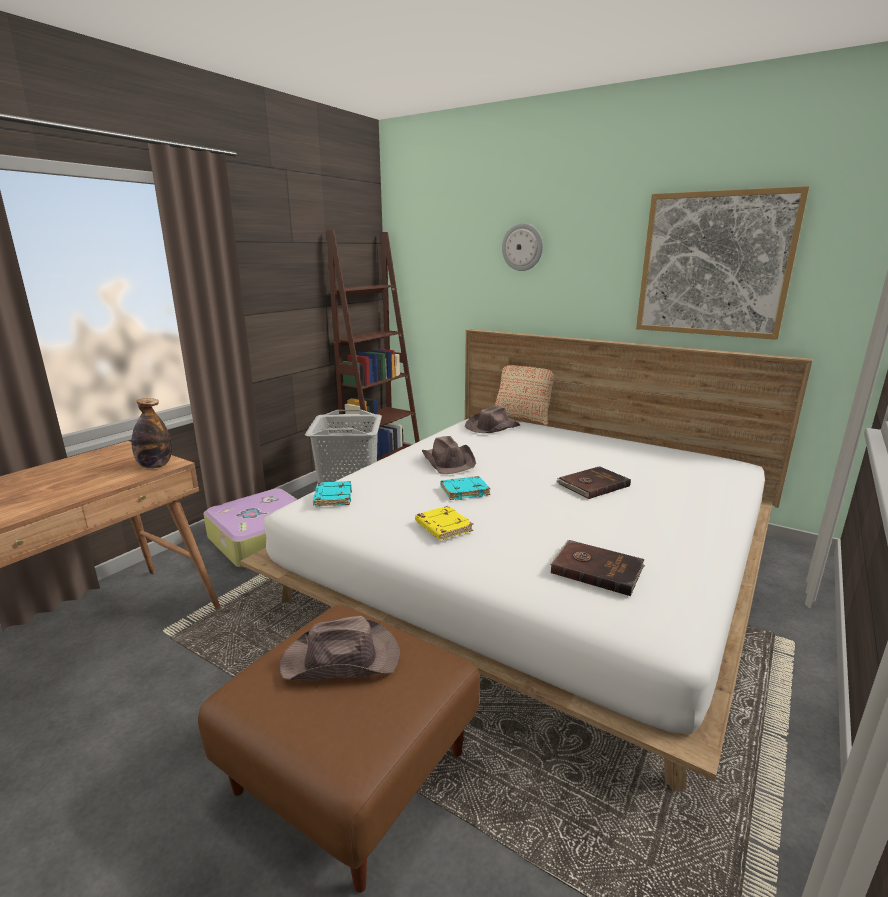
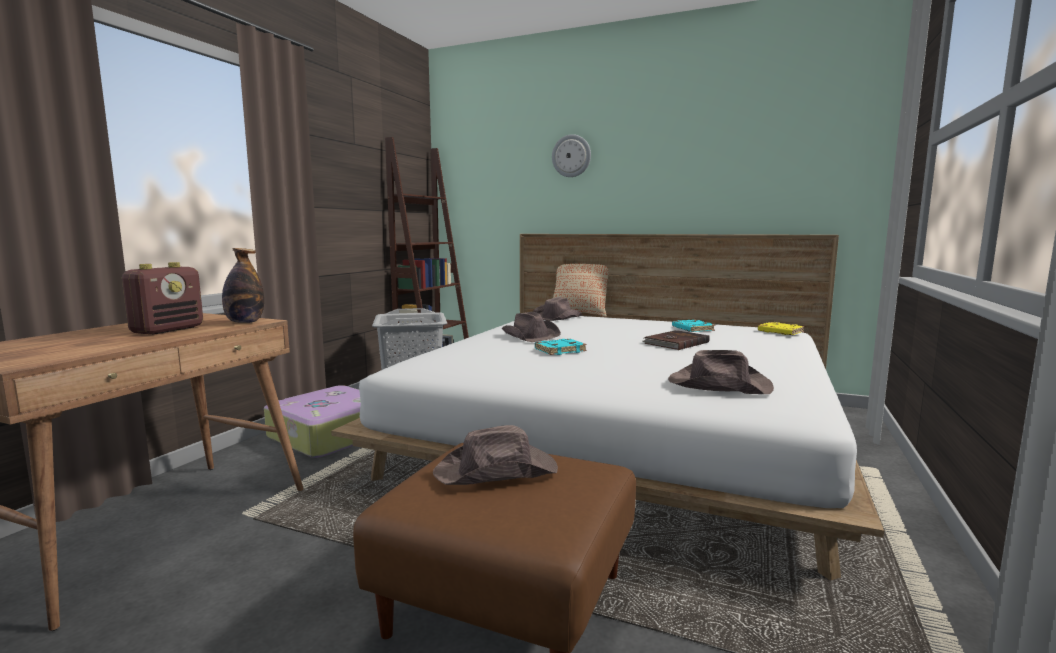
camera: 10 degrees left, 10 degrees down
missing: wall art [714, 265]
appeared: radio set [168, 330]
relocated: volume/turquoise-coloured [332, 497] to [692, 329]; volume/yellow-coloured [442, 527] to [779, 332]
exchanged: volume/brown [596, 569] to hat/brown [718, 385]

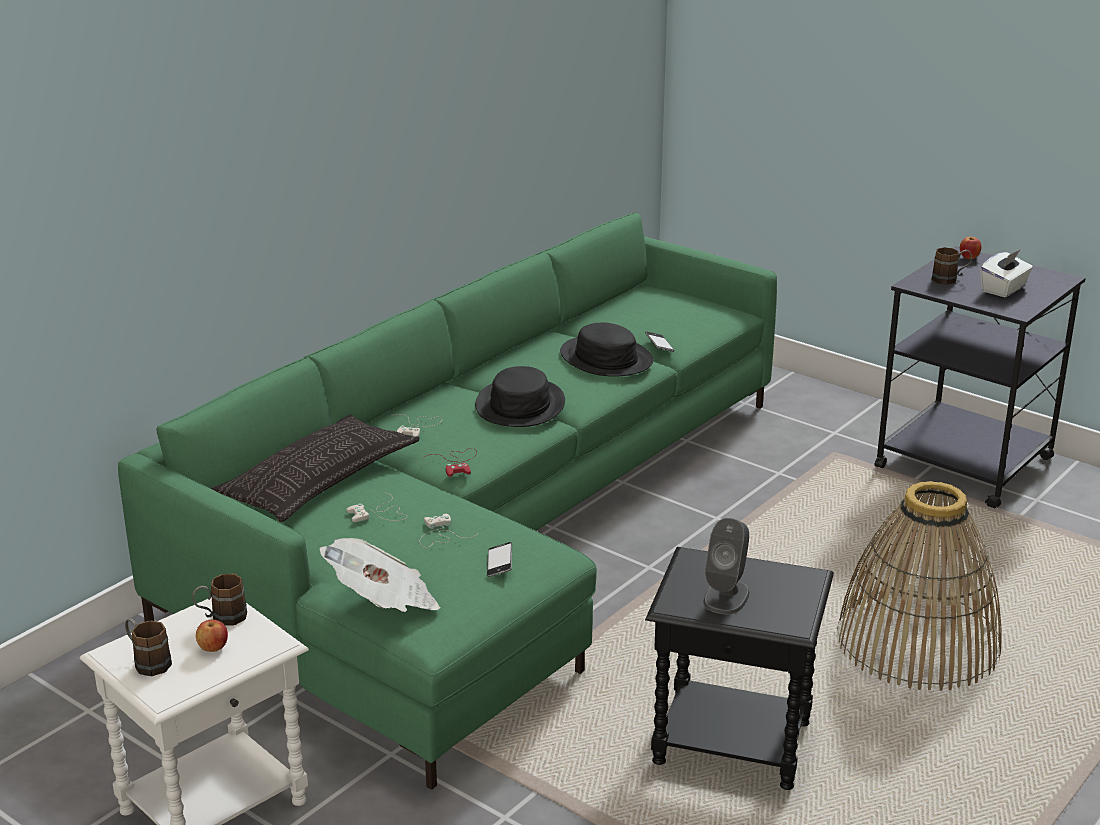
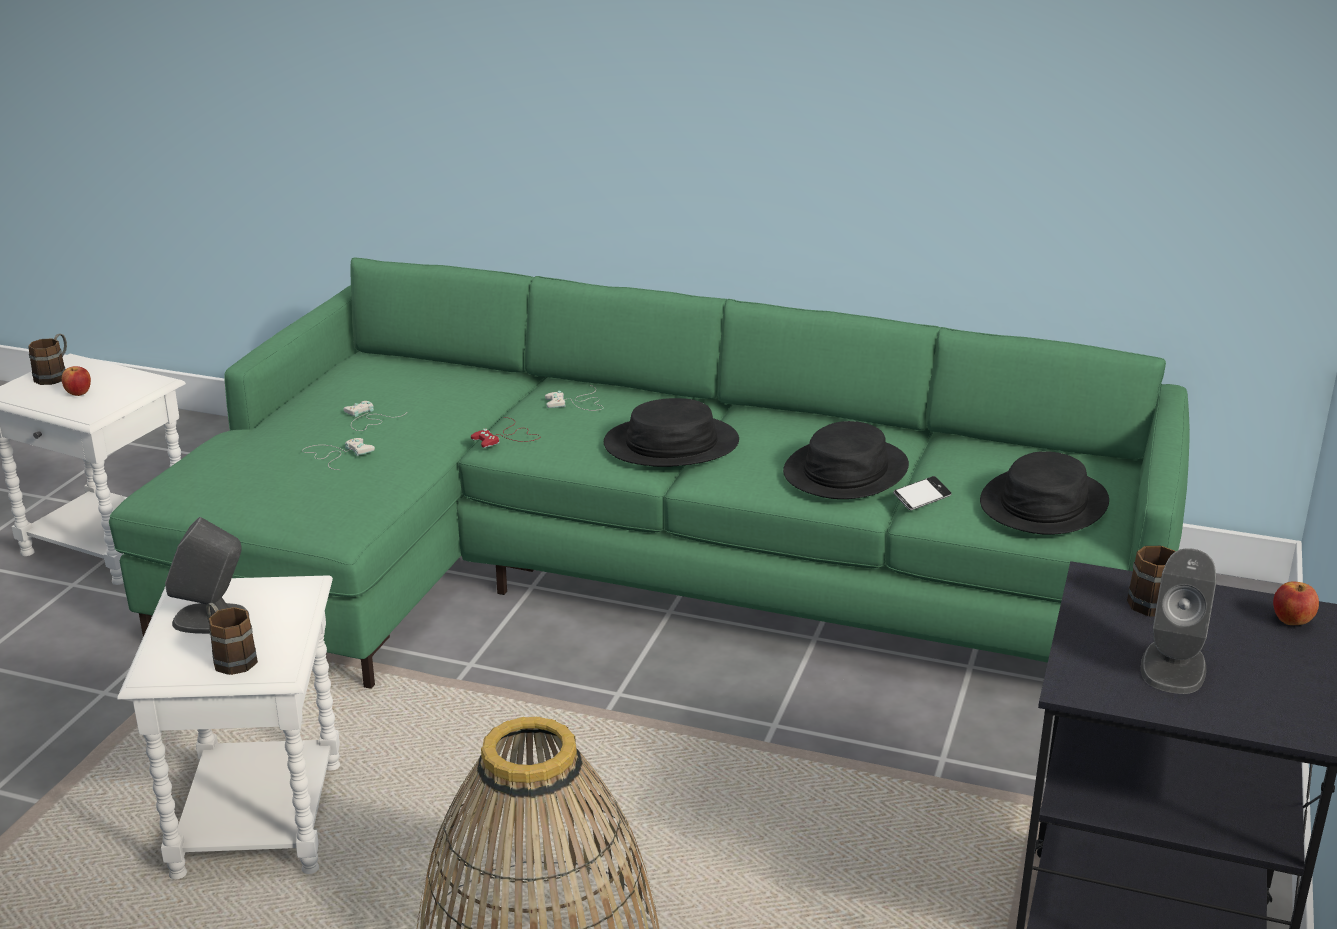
camera: 70 degrees right, 0 degrees up
missing: throw pillow [319, 480]; printed paper [383, 602]; phone [499, 563]
appeared: hat/black-coloured [1043, 503]
relocated: coffee mug/brown [221, 618] to [229, 658]
exchanged: tissue box/whitish [1004, 289] to audio speaker/greyish [1173, 667]
colour: accent table/black-coloured [732, 741] to accent table/whitish [262, 818]

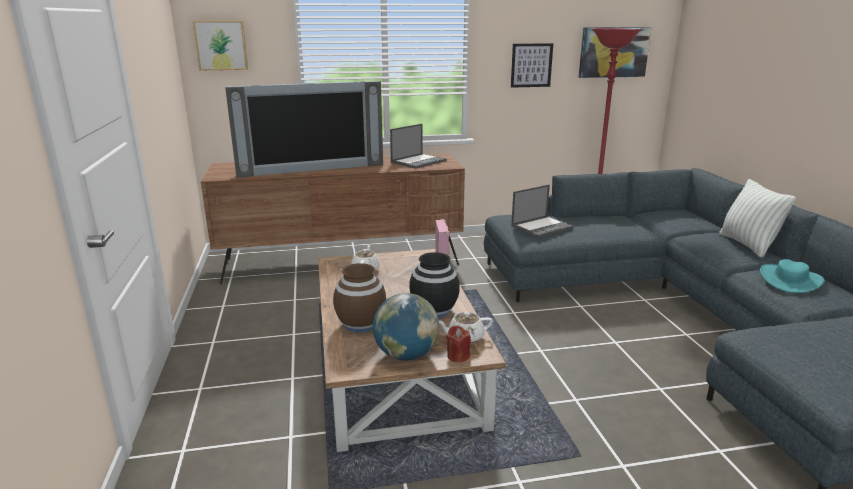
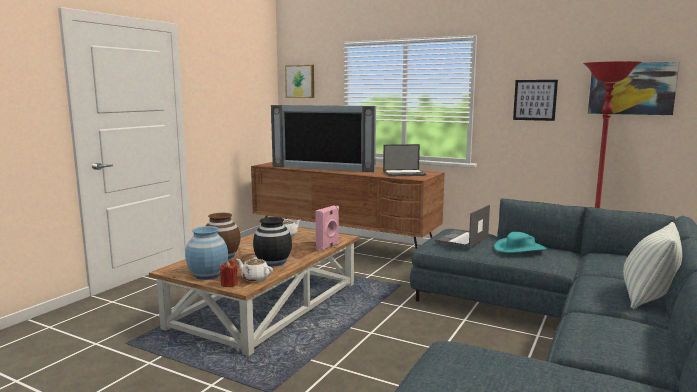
camera: 40 degrees right, 10 degrees down
relocated: hat/turquoise-coloured [790, 280] to [520, 249]
exchanged: world globe [406, 355] to flower vase/blue [207, 275]
spun: notebook computer [542, 227] = [462, 240] 120 degrees clockwise

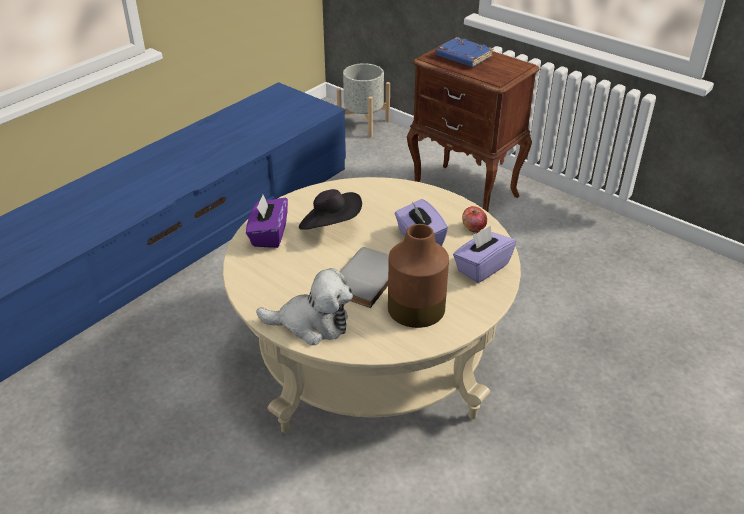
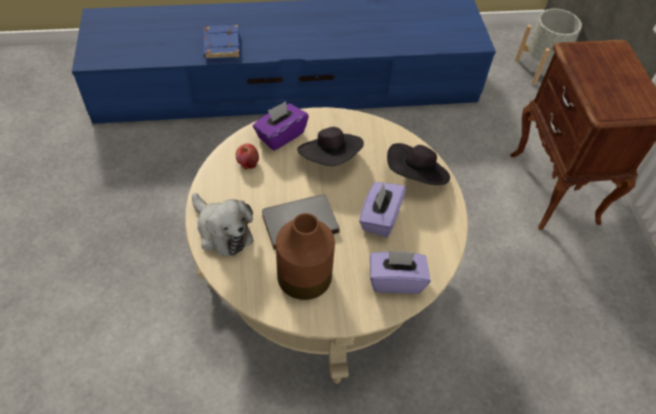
camera: 40 degrees right, 15 degrees up
appeared: hat/black-coloured [416, 176]
relocated: volume/blue [462, 57] to [221, 45]; apple fruit [473, 227] to [247, 163]

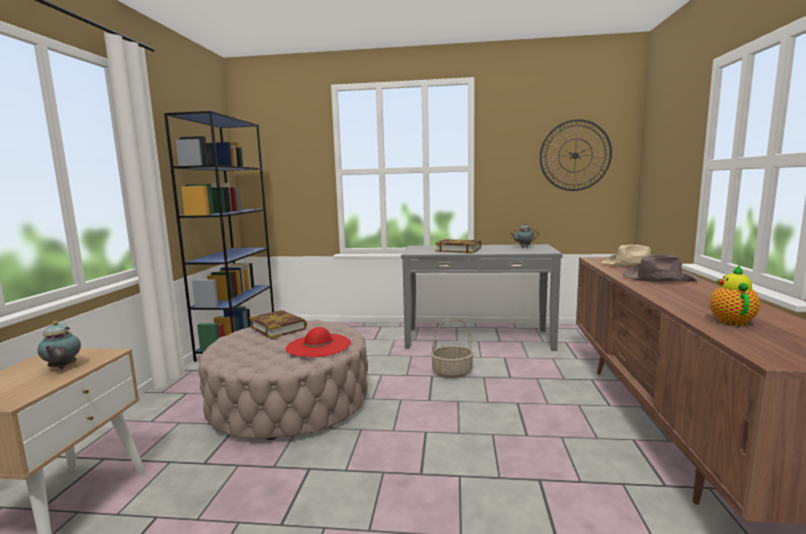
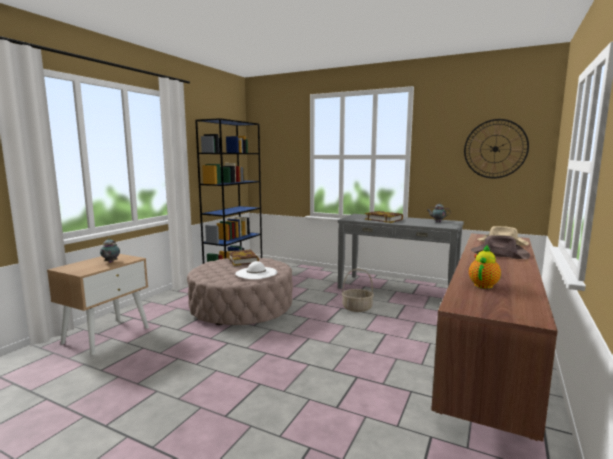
camera: 20 degrees right, 0 degrees up
colour: hat/red [318, 345] to hat/whitish [256, 273]

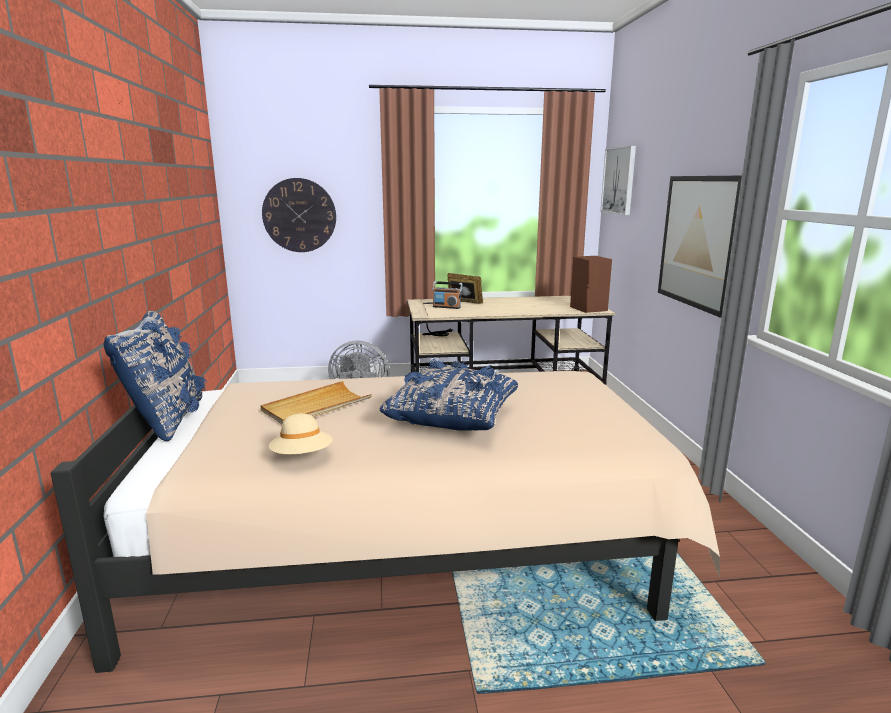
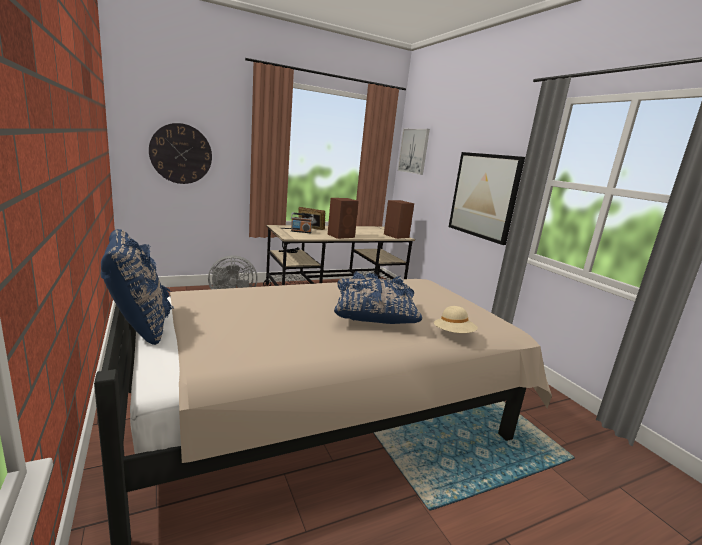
camera: 20 degrees left, 0 degrees up
missing: carrying tray/sand-coloured [316, 407]
appeared: audio speaker/brown [341, 236]
relocated: hat/sand-coloured [302, 456] to [453, 334]

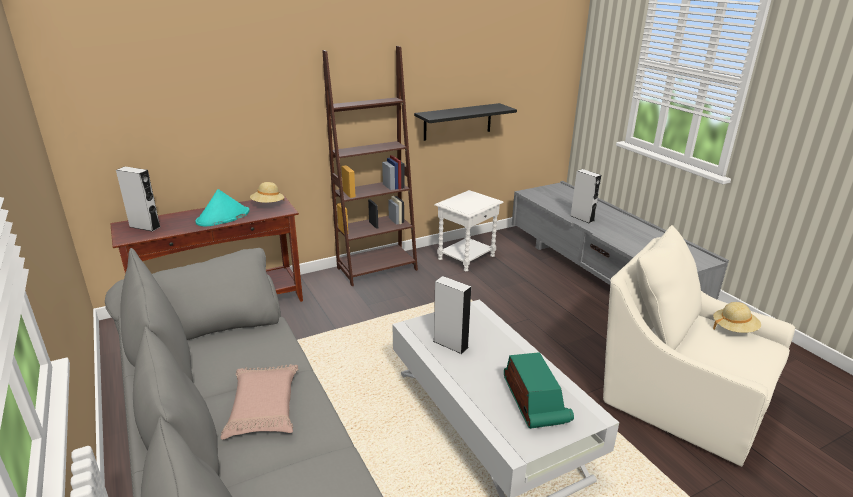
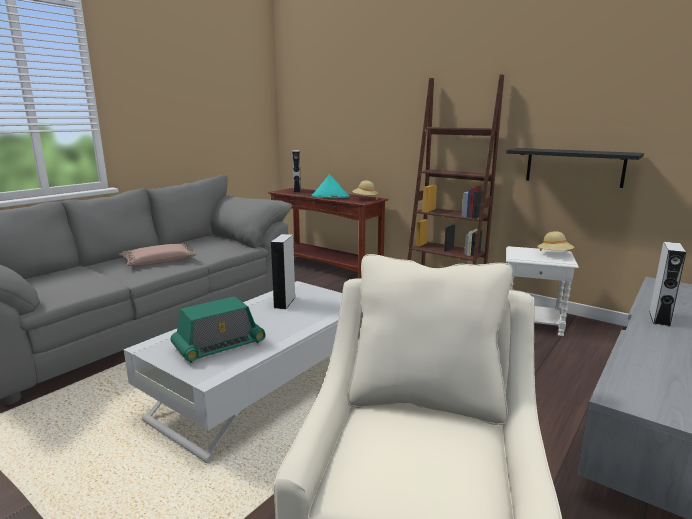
camera: 65 degrees right, 10 degrees down
relocated: hat/sand-coloured [734, 329] to [554, 255]

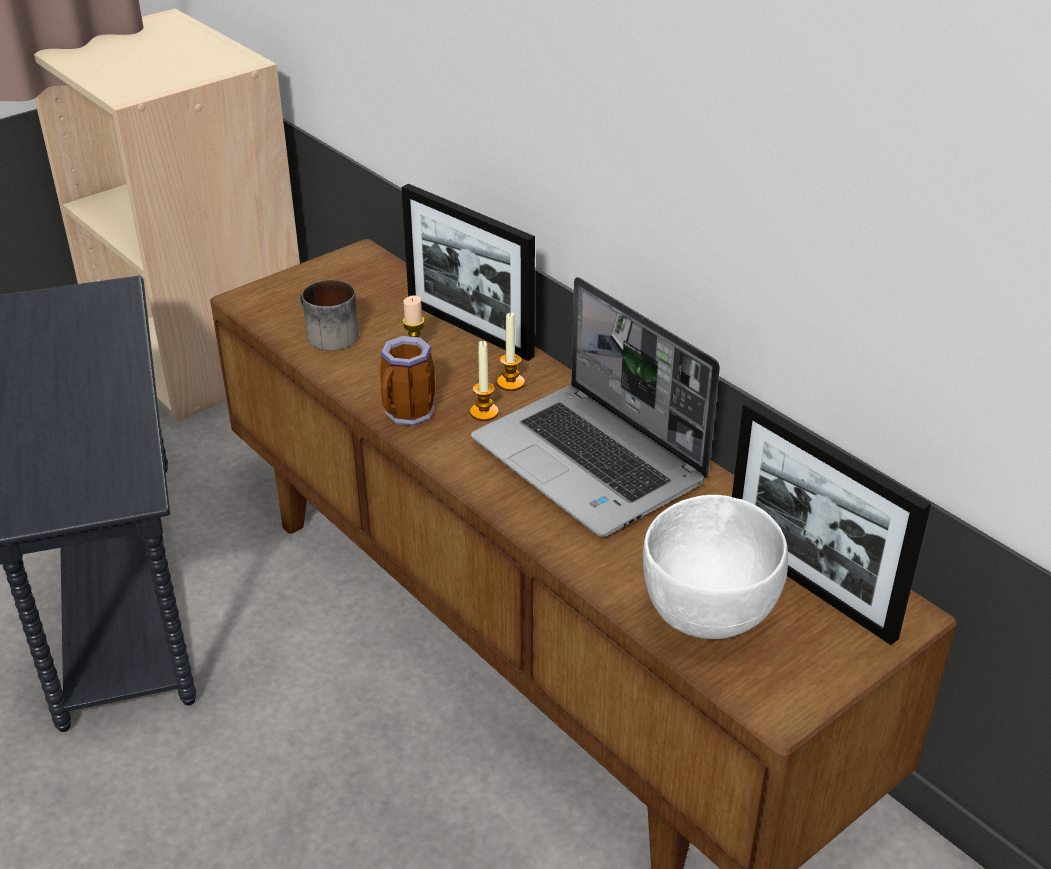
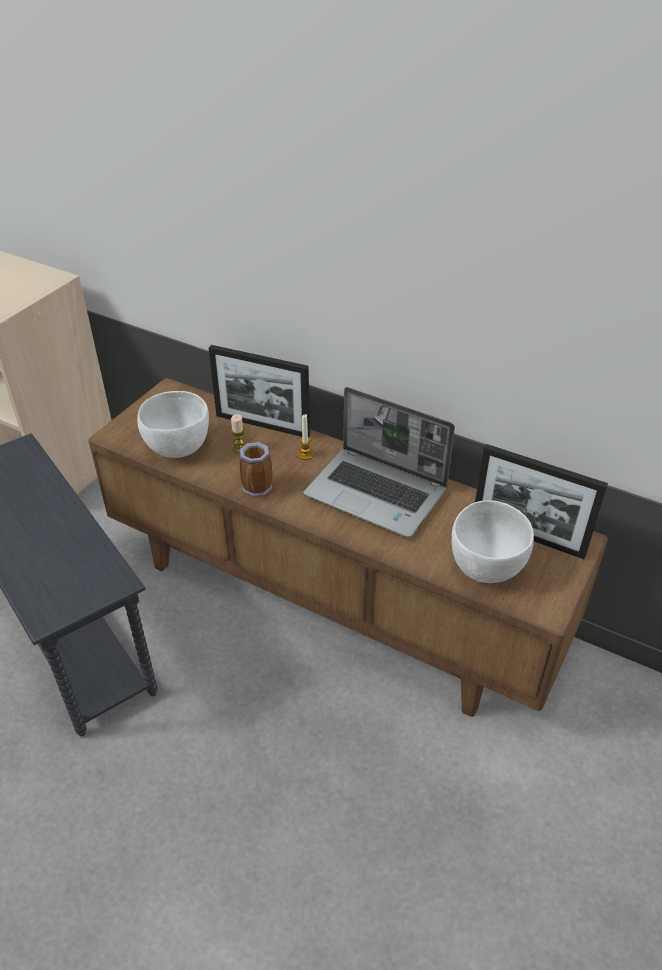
camera: 20 degrees left, 5 degrees up
missing: wax candle [484, 412]
exchanged: coffee mug [326, 335] to bowl/whitish [177, 448]

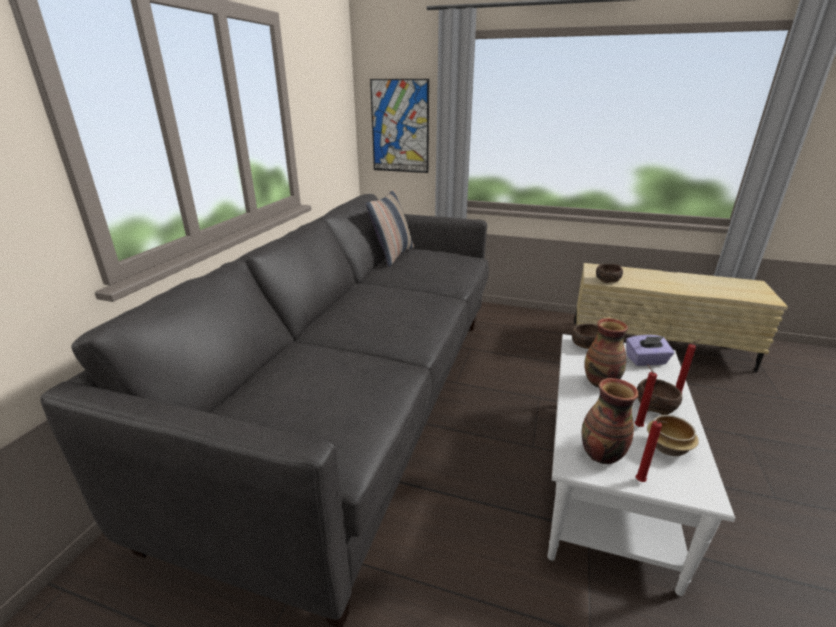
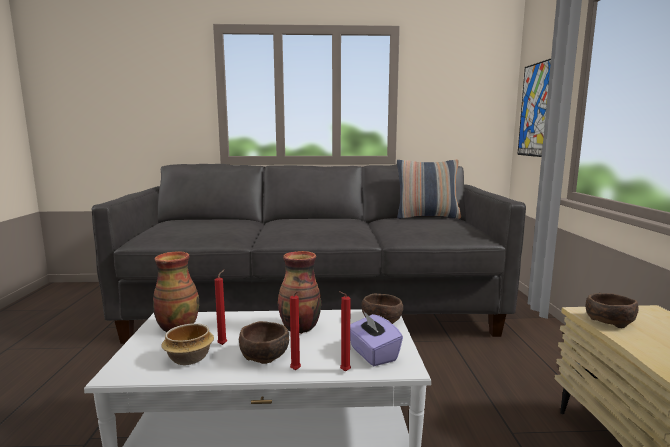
camera: 70 degrees right, 15 degrees down
relocated: wax candle/red [641, 482] to [344, 372]

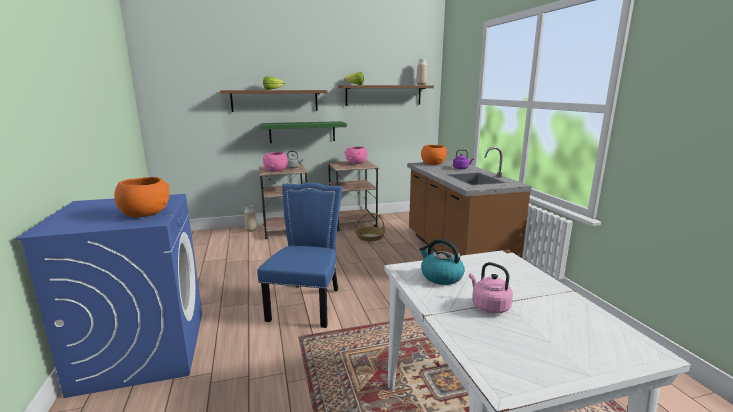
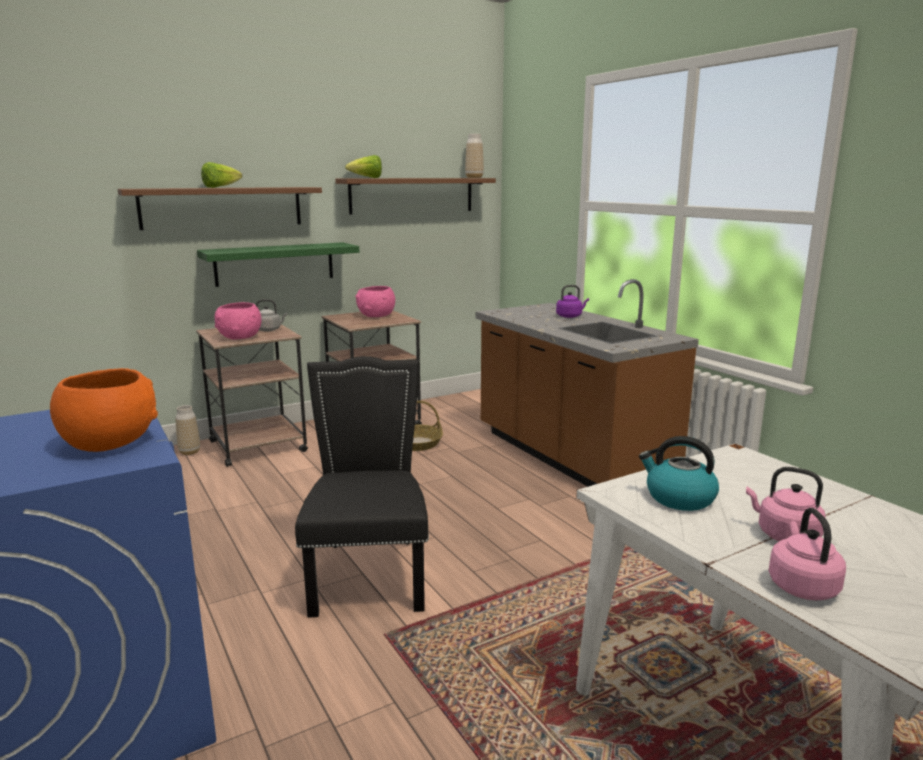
camera: 15 degrees left, 0 degrees up
missing: bowl/orangey [433, 164]
appeared: kettle/pink [801, 585]
colour: upright chair/blue [306, 305] to upright chair/black-coloured [369, 577]

